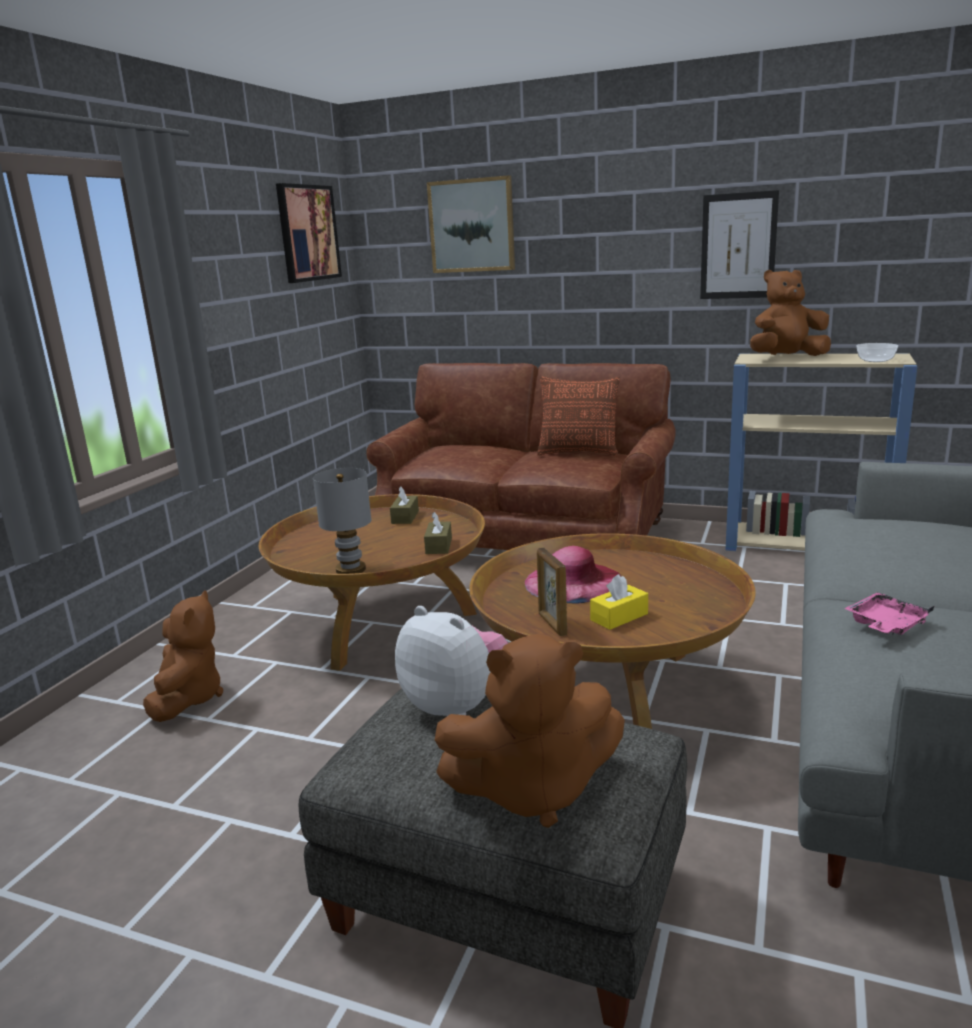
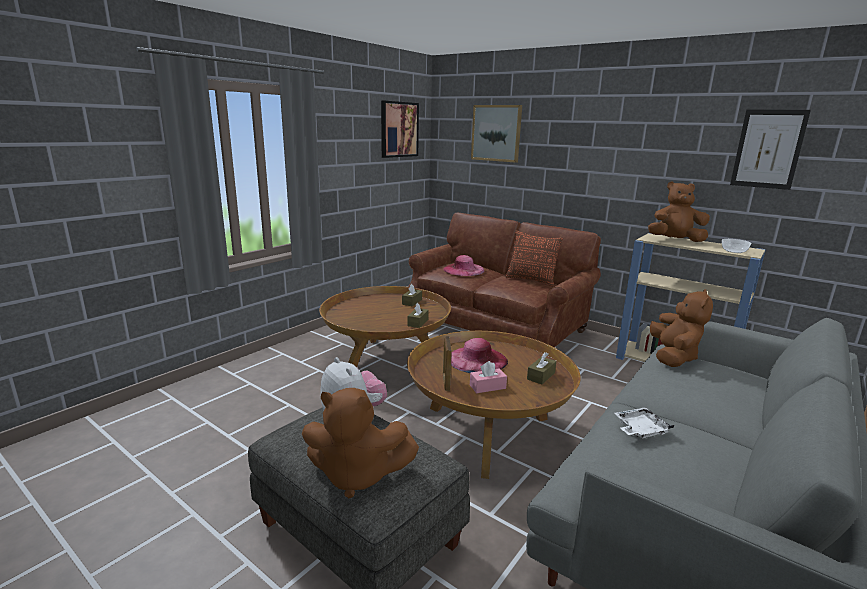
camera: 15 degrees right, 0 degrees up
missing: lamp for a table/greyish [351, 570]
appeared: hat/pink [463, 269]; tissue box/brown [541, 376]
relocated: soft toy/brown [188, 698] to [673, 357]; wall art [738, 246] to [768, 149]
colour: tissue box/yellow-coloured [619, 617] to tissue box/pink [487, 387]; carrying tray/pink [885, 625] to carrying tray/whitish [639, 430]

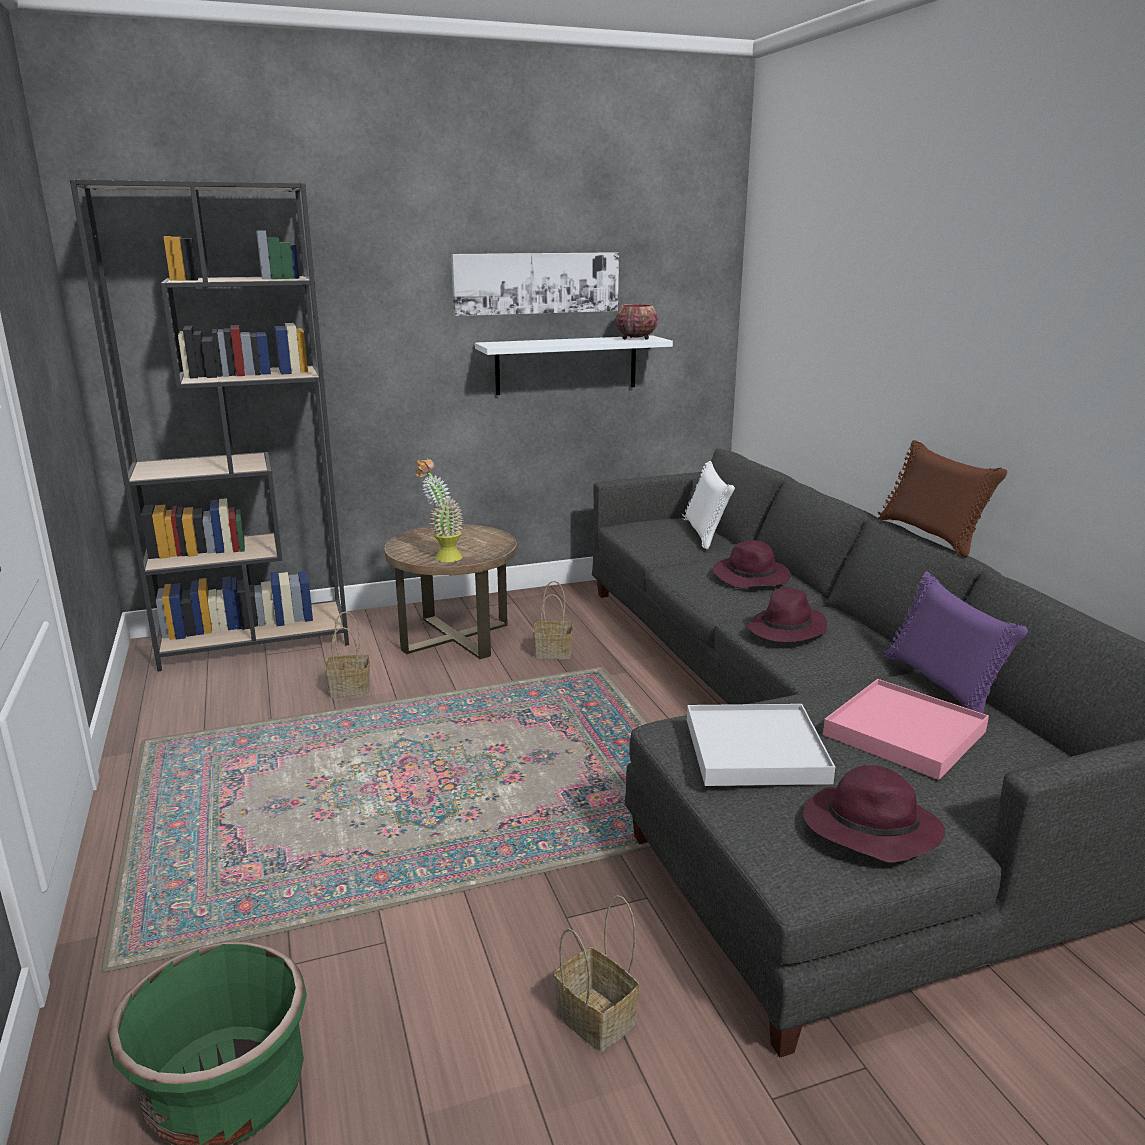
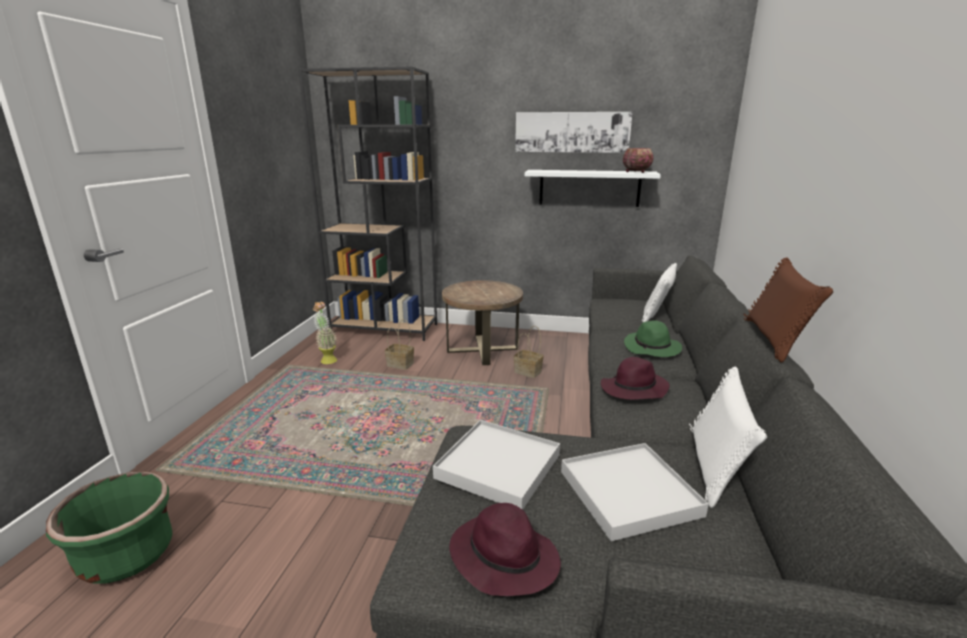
camera: 30 degrees right, 0 degrees up
missing: basket [598, 1019]
relocated: plant in a pot [442, 557] to [327, 359]
colour: hat/purple-coloured [752, 578] to hat/green [652, 348]; carrying tray/pink [904, 733] to carrying tray/whitish [629, 493]; throw pillow/purple-coloured [943, 686] to throw pillow/whitish [716, 467]

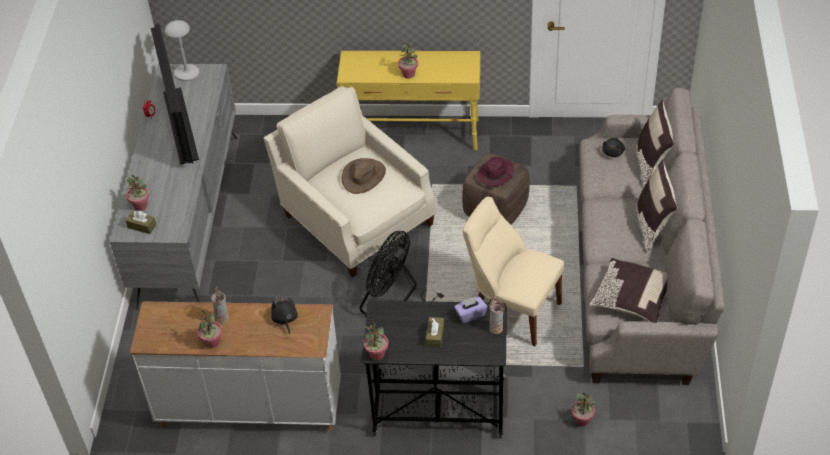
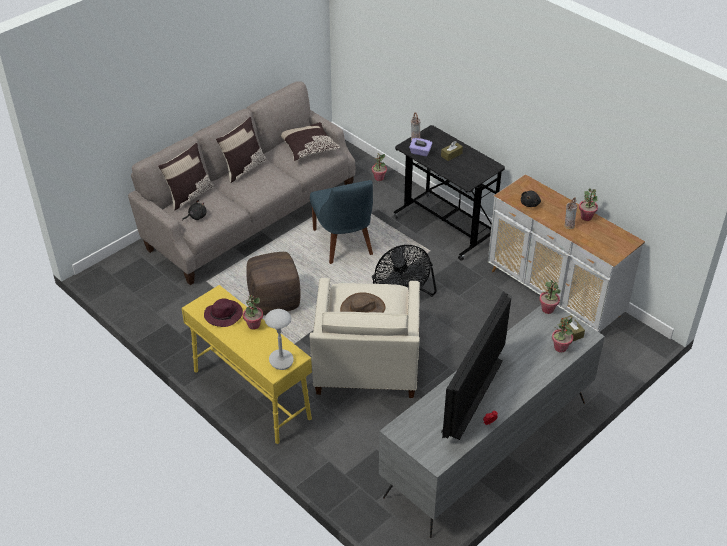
camera: 140 degrees left, 5 degrees down
relocated: lamp for a table/greyish [186, 73] to [281, 360]; plant in a pot [377, 354] to [548, 309]; hat/purple-coloured [495, 175] to [224, 315]
colour: upright chair/sand-coloured [511, 309] to upright chair/blue [344, 244]

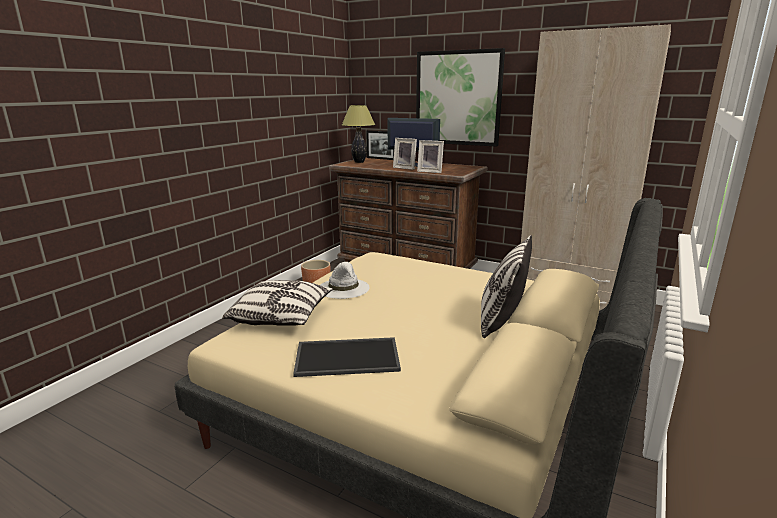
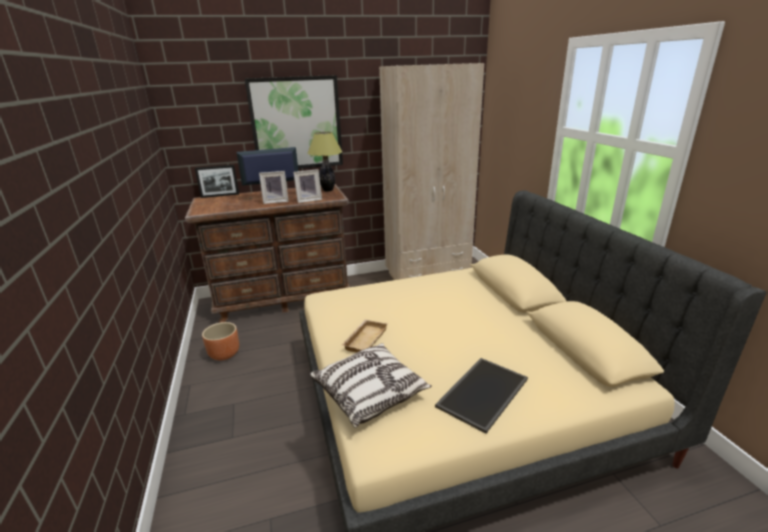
camera: 45 degrees left, 5 degrees up
missing: throw pillow [501, 322]
relocated: lamp for a table [359, 162] to [328, 190]
exchanged: hat/whitish [344, 288] to carrying tray/sand-coloured [364, 339]

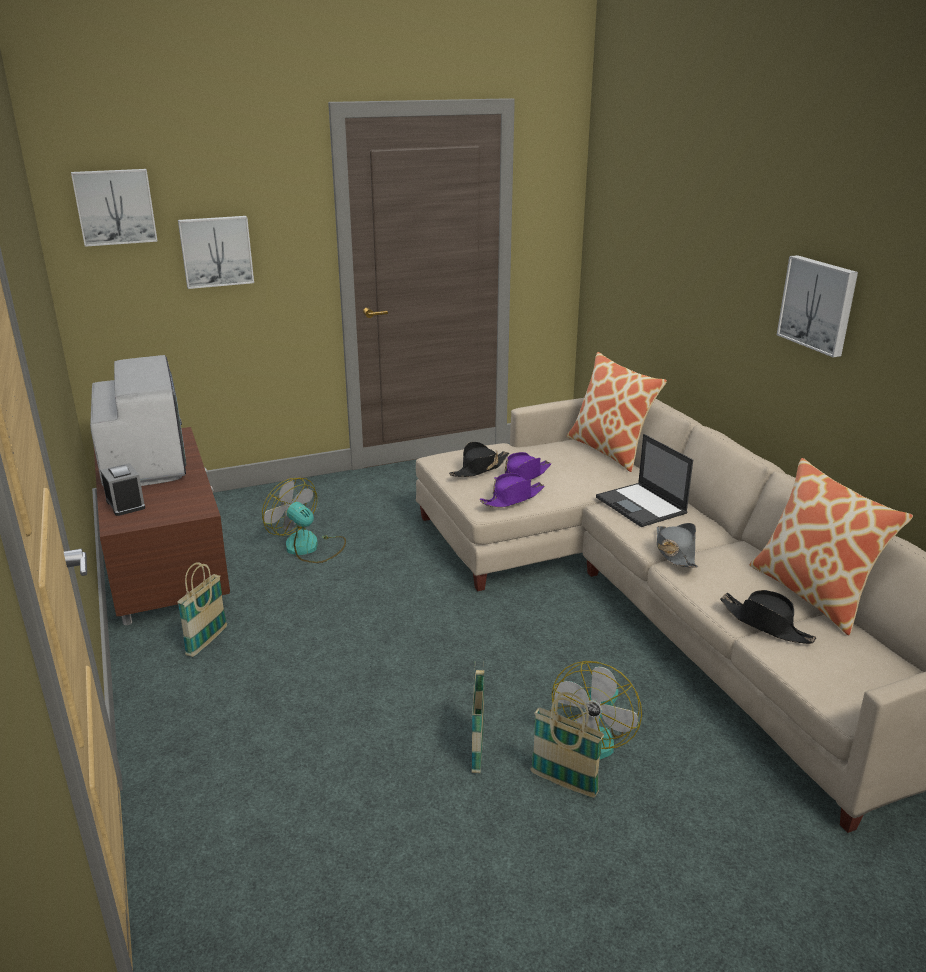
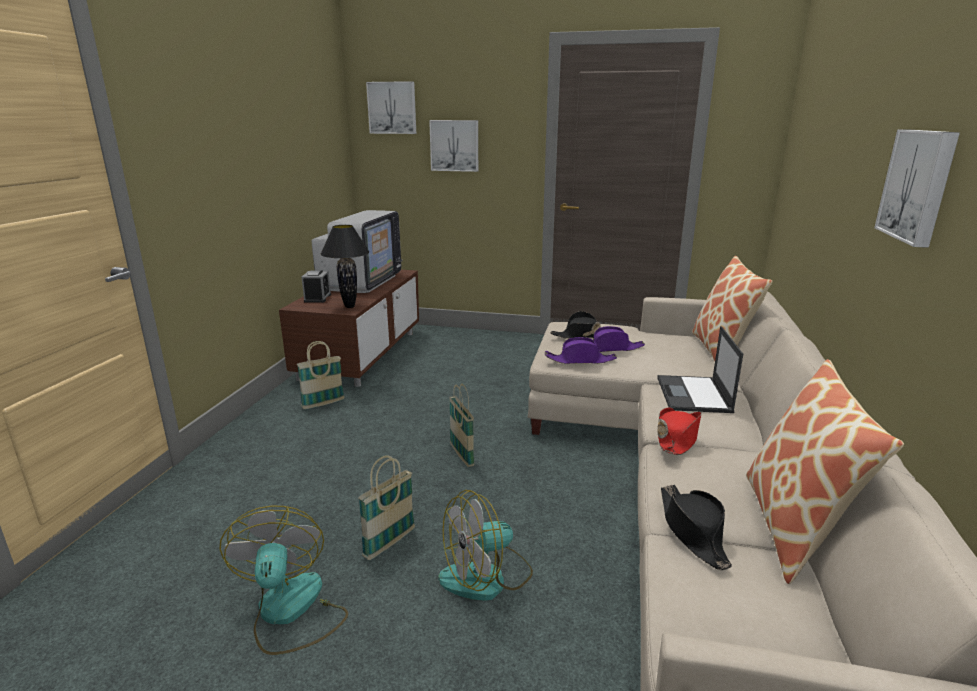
camera: 35 degrees right, 5 degrees down
appeared: lamp for a table/black-coloured [349, 306]
relocated: electric fan [309, 547] to [290, 612]; basket [564, 783] to [461, 456]
colour: hat/greyish [675, 552] to hat/red [677, 438]

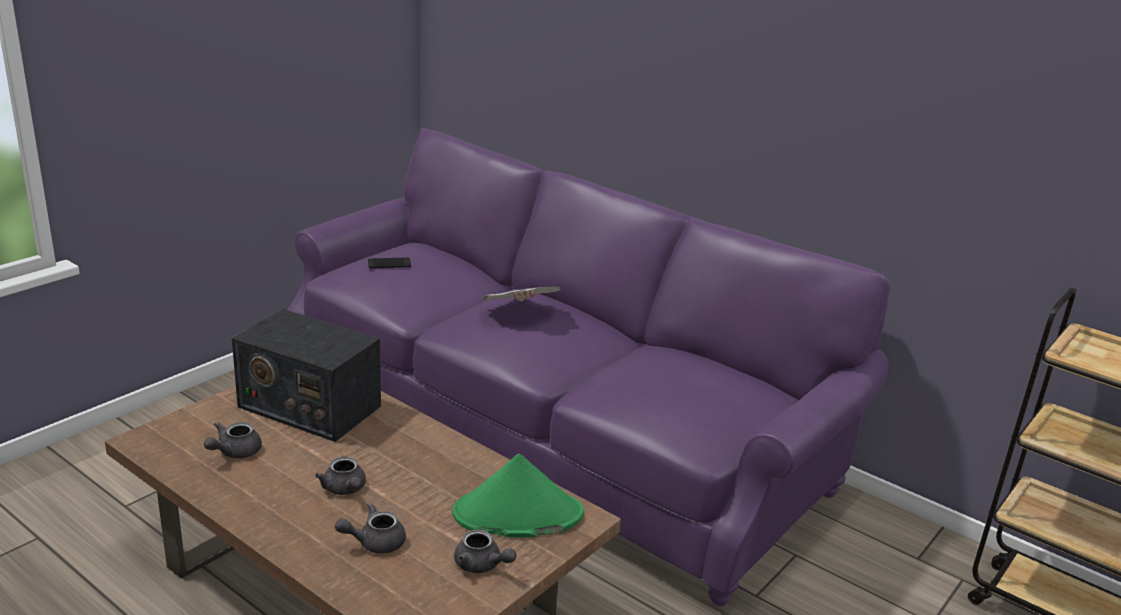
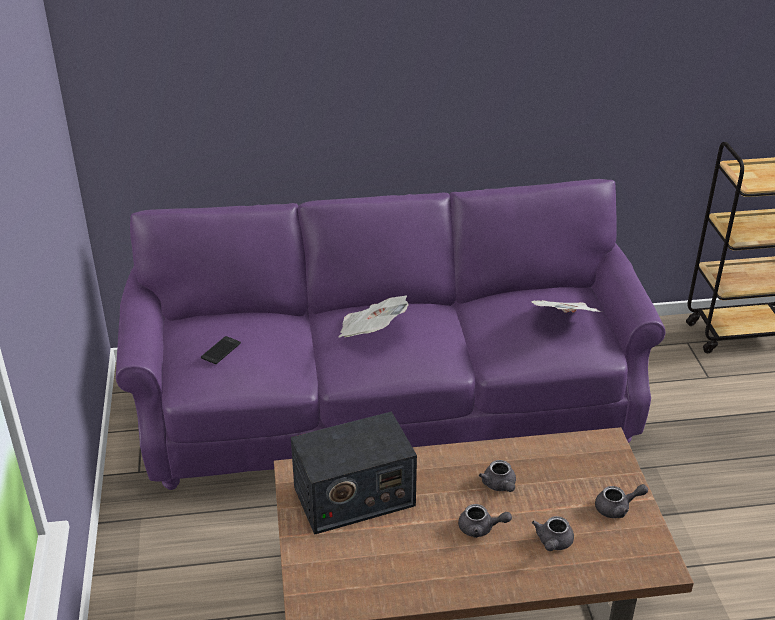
camera: 45 degrees left, 10 degrees up
missing: hat/green [517, 514]
appeared: printed paper [565, 321]
relocated: teapot/greyish [234, 452] to [499, 486]

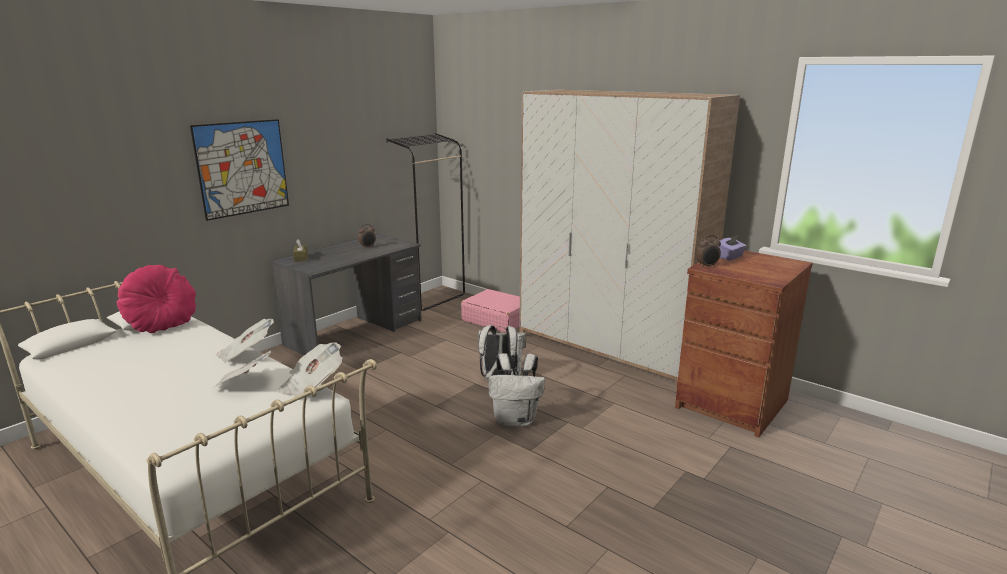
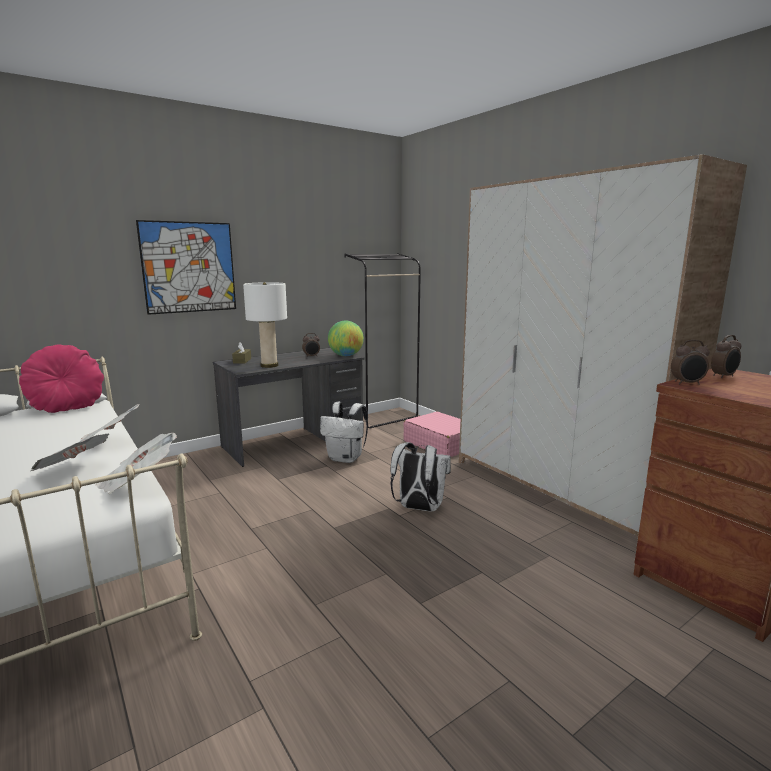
camera: 15 degrees right, 5 degrees down
appeared: lamp for a table/whitish [269, 365]; world globe [346, 356]
relocated: backpack/whitish [516, 420] to [346, 458]
exchanged: tissue box/purple-coloured [730, 257] to alarm clock [724, 376]

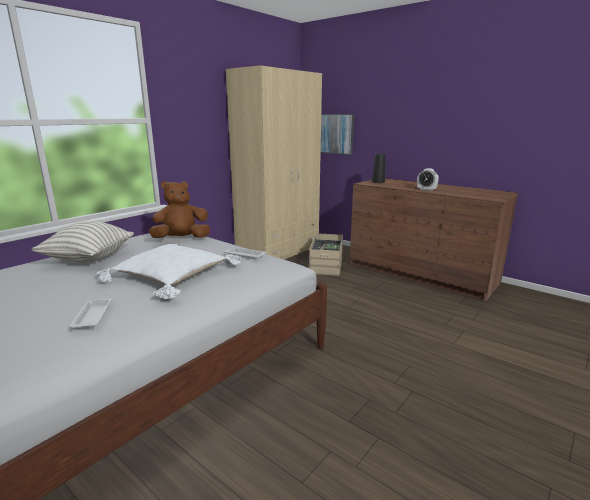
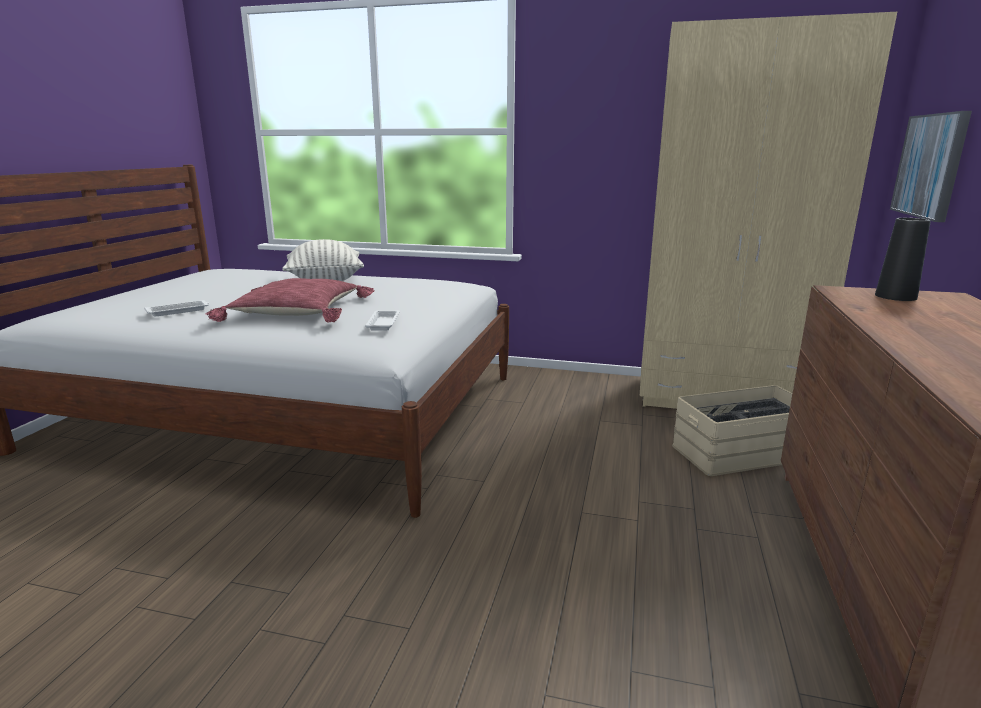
camera: 65 degrees right, 0 degrees up
missing: soft toy/brown [181, 239]; alarm clock [426, 190]
colour: throw pillow/whitish [172, 273] to throw pillow/red [297, 310]

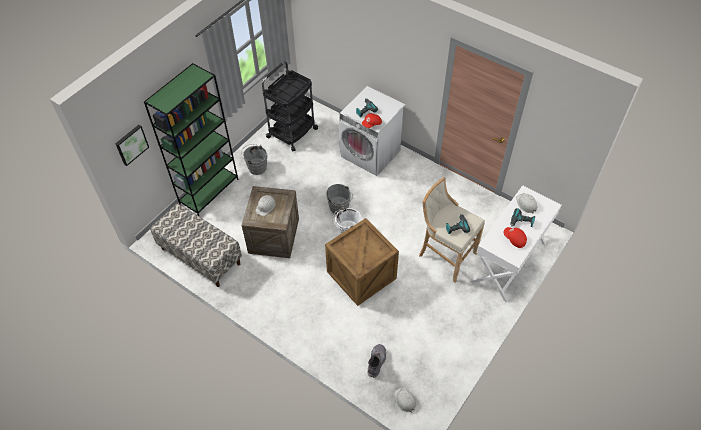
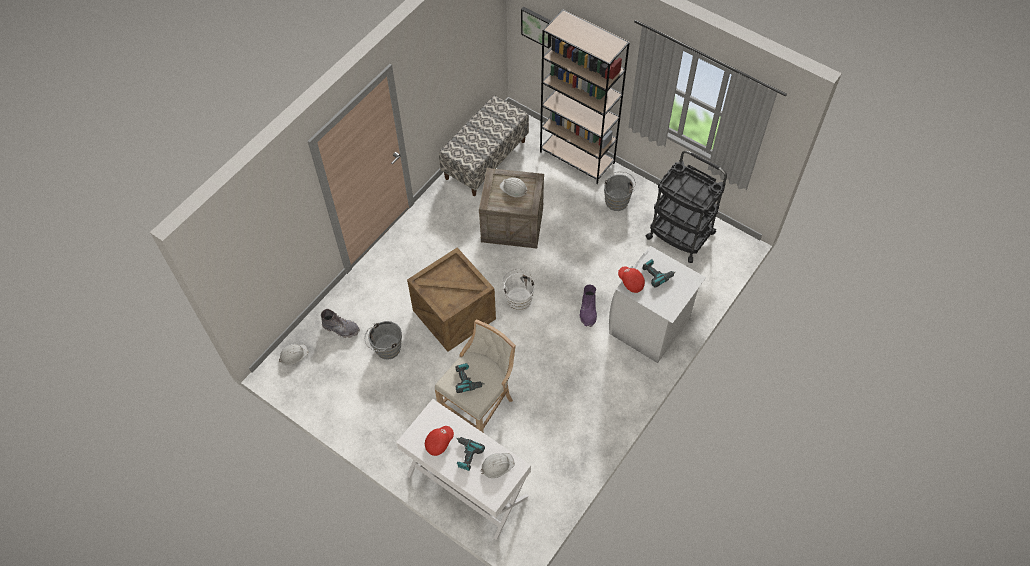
camera: 90 degrees right, 5 degrees up
appeared: tall boot/purple-coloured [588, 311]
relocated: bucket/greyish [339, 208] to [386, 349]
colour: shelving unit/green [209, 191] to shelving unit/sand-coloured [577, 157]

